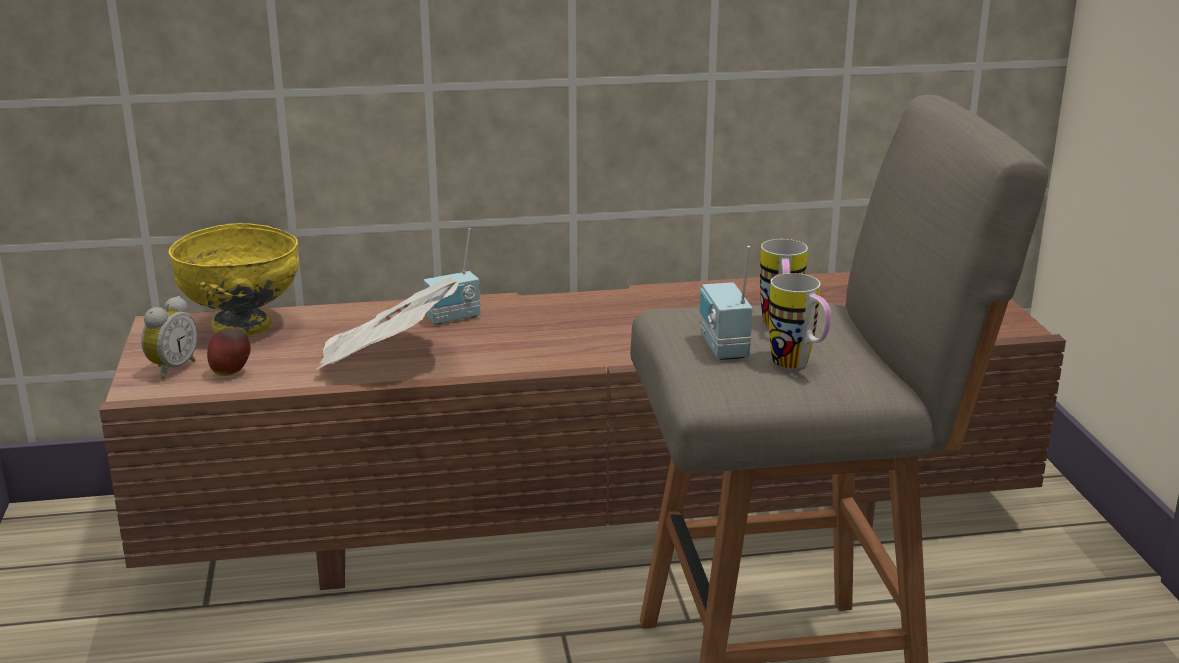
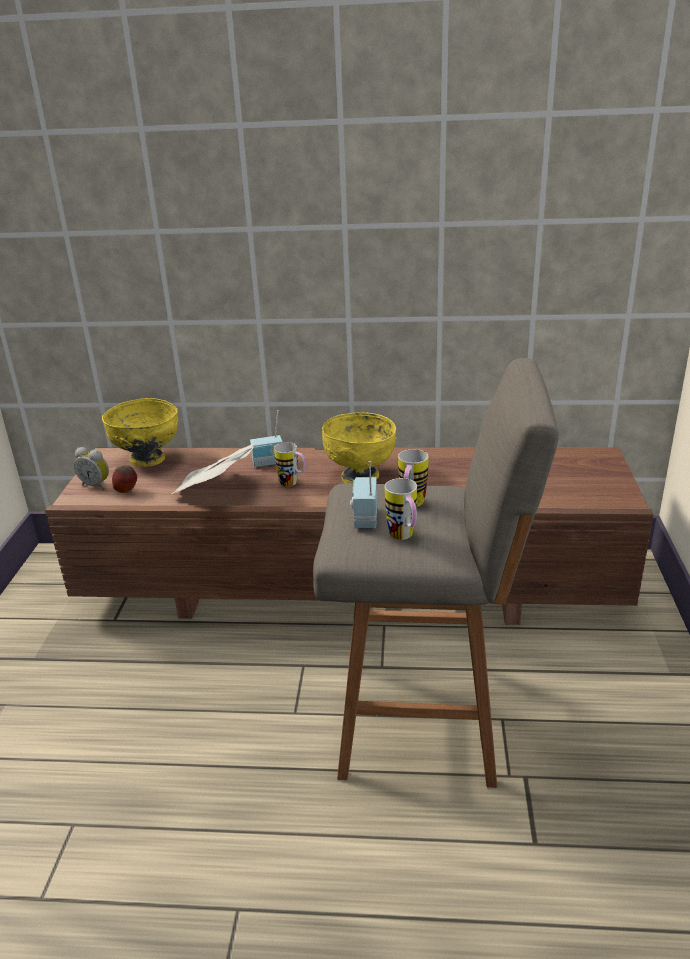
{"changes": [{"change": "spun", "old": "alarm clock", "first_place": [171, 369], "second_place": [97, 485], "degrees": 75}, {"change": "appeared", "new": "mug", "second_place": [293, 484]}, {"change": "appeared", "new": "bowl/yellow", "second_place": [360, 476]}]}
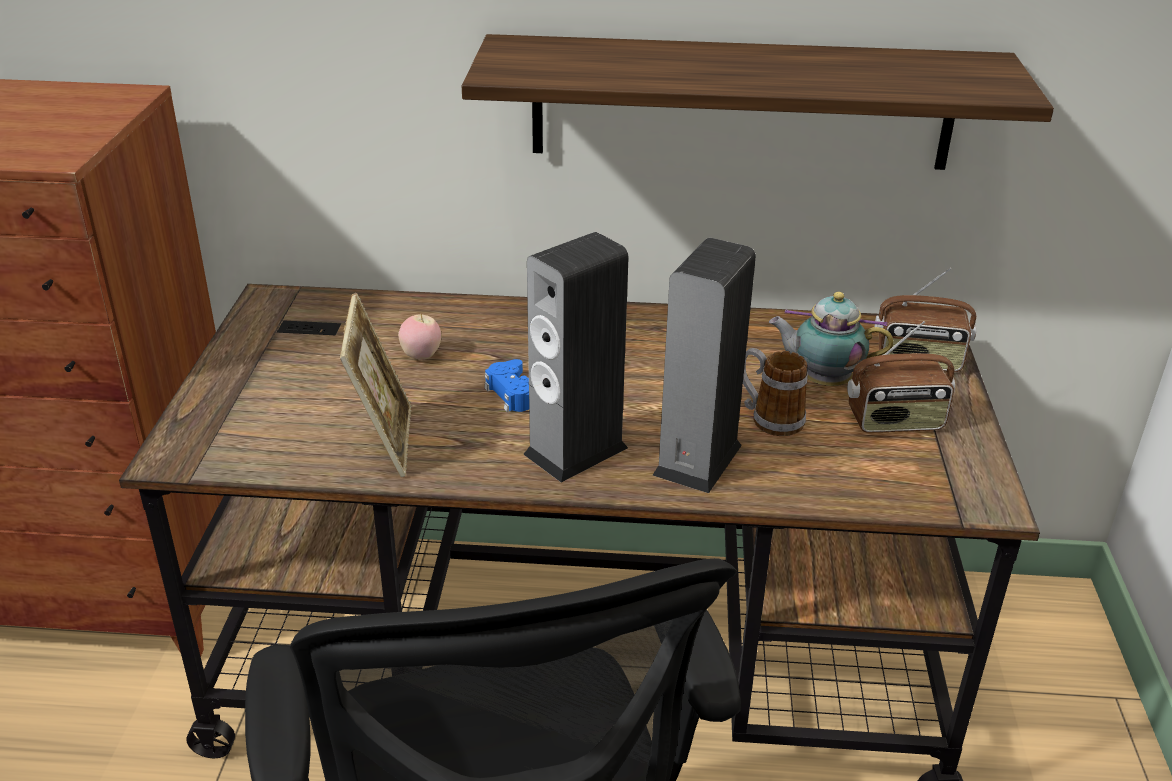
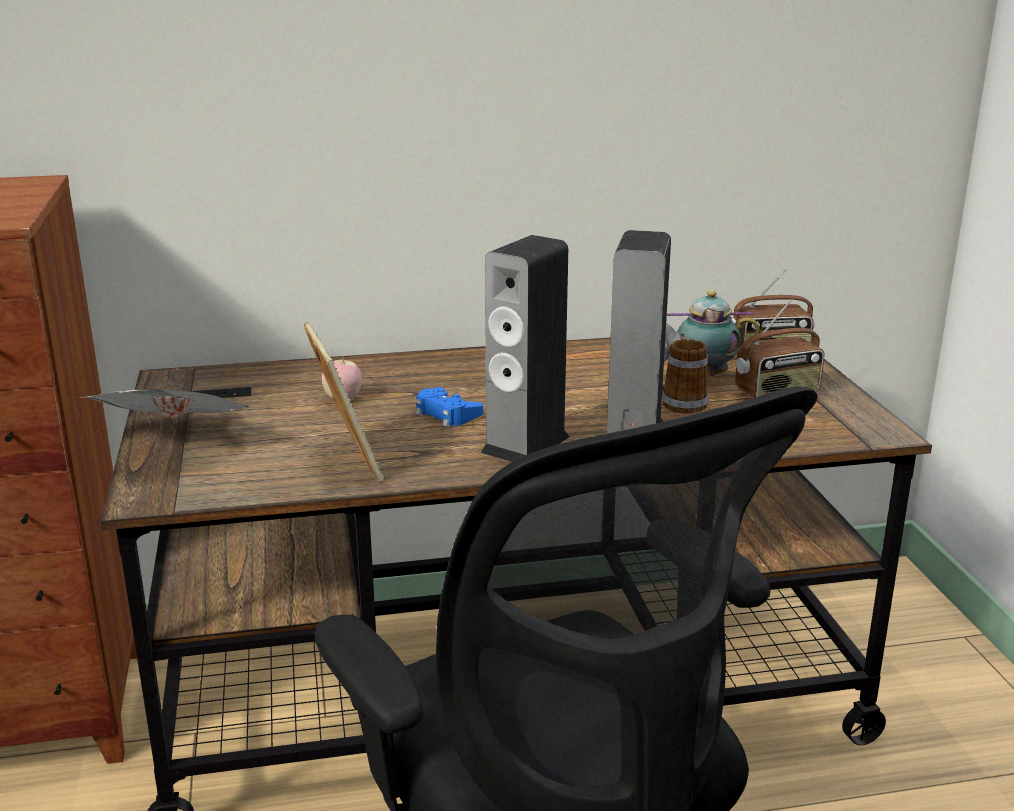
{"changes": [{"change": "appeared", "new": "newspaper", "second_place": [178, 443]}, {"change": "missing", "old": "shelf", "first_place": [741, 103]}]}
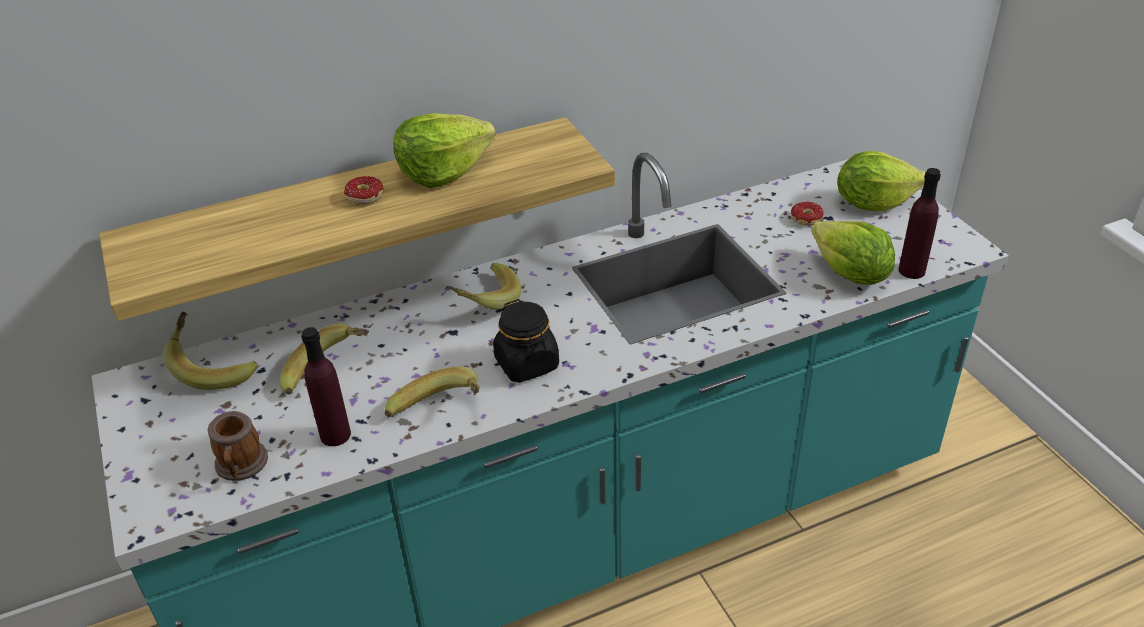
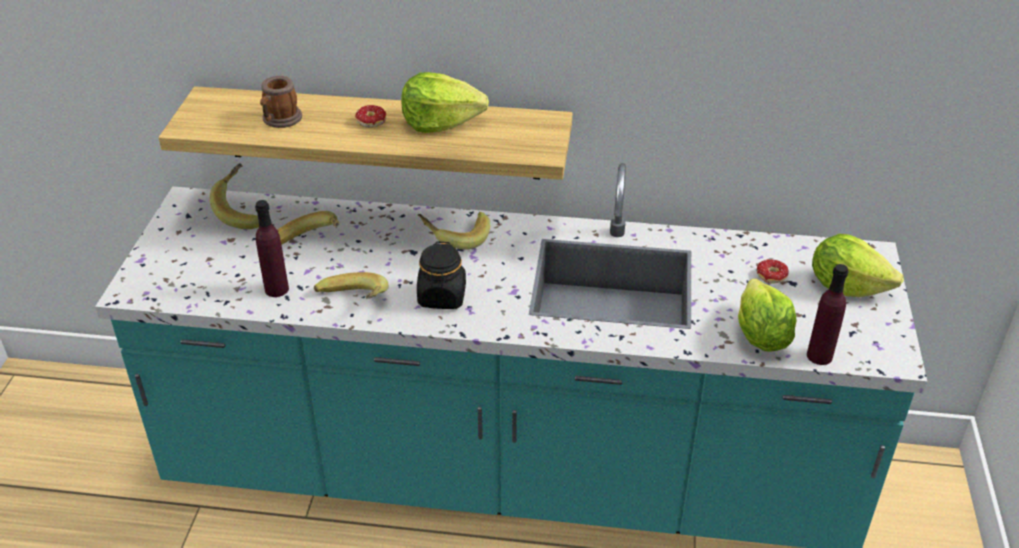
{"changes": [{"change": "relocated", "old": "mug", "first_place": [241, 467], "second_place": [280, 120]}]}
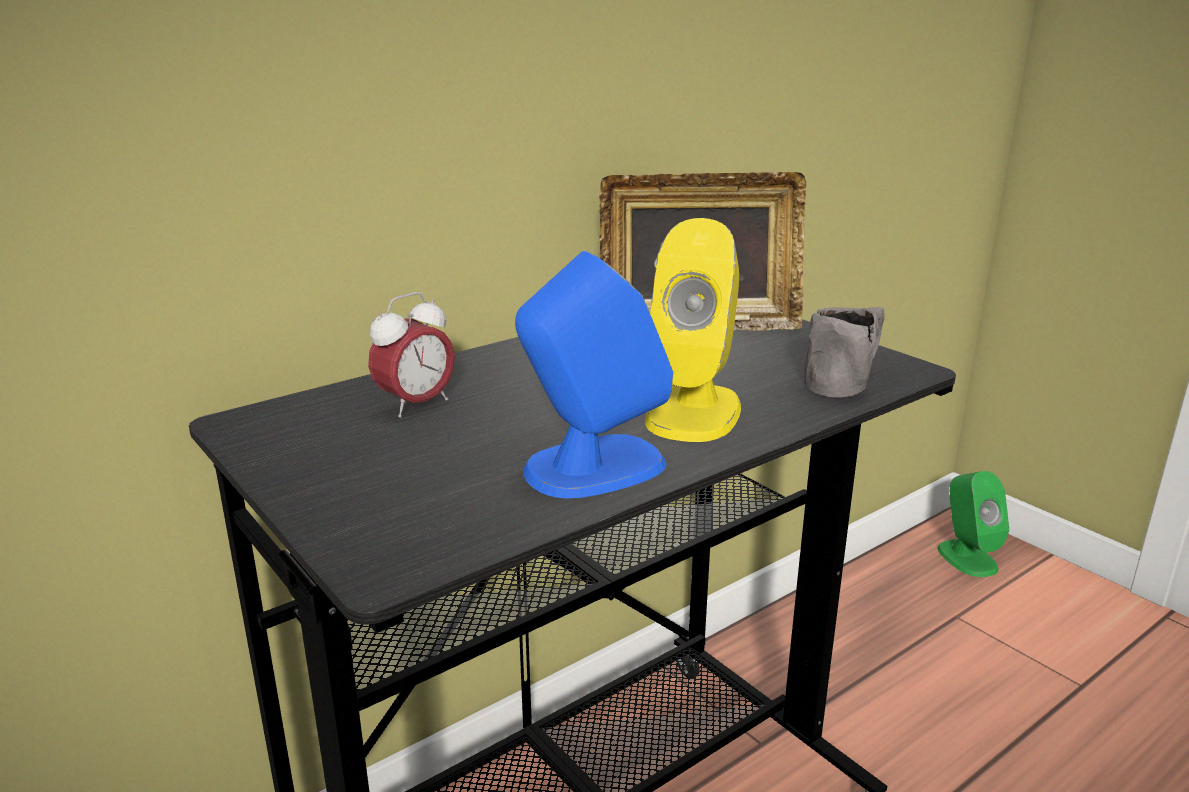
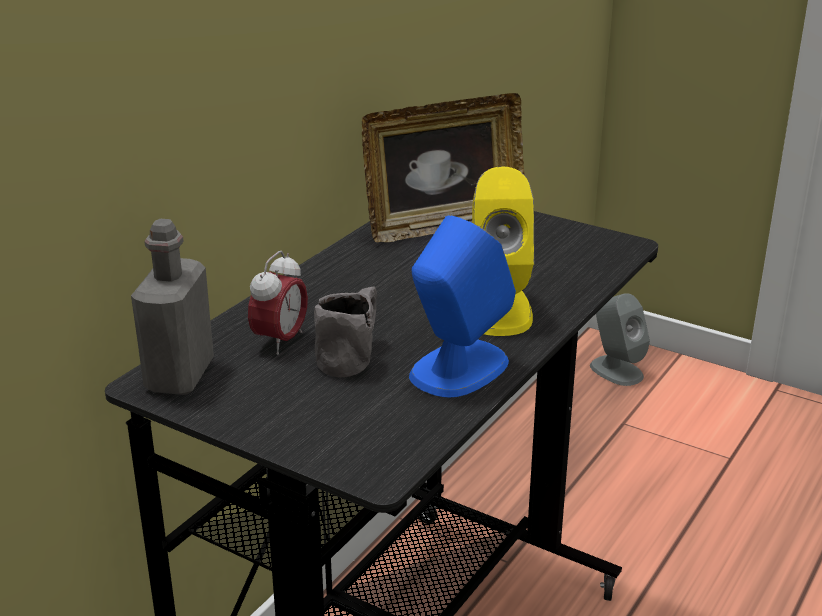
{"changes": [{"change": "appeared", "new": "bottle/grey", "second_place": [180, 375]}, {"change": "relocated", "old": "mug/grey", "first_place": [846, 381], "second_place": [352, 355]}, {"change": "colour", "old": "speaker/green", "new": "speaker/grey", "first_place": [966, 557], "second_place": [615, 370]}]}
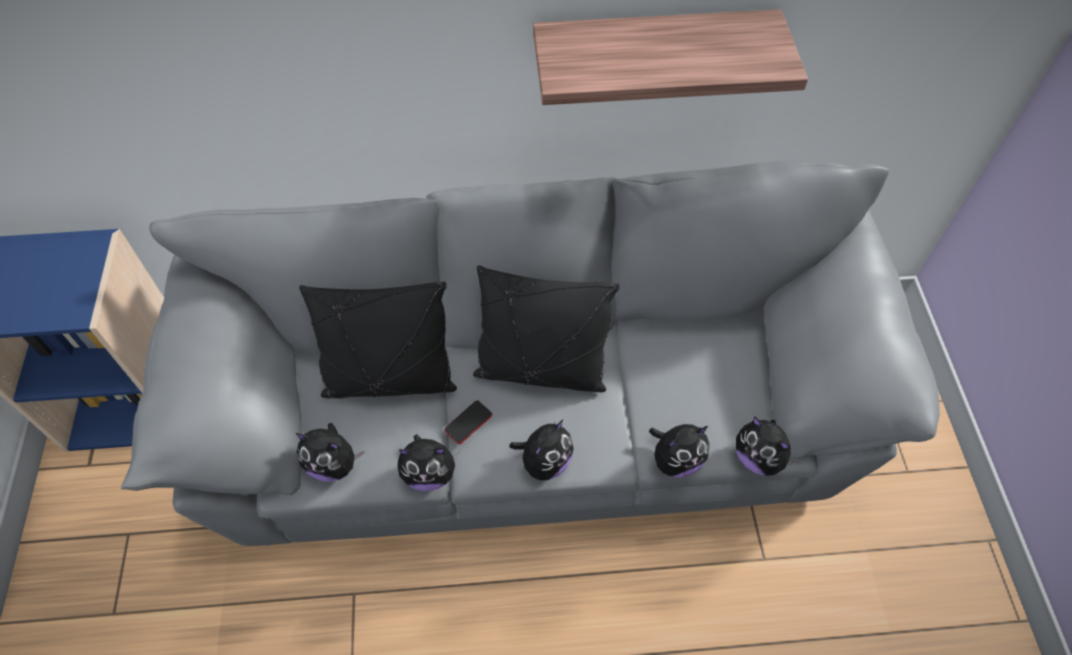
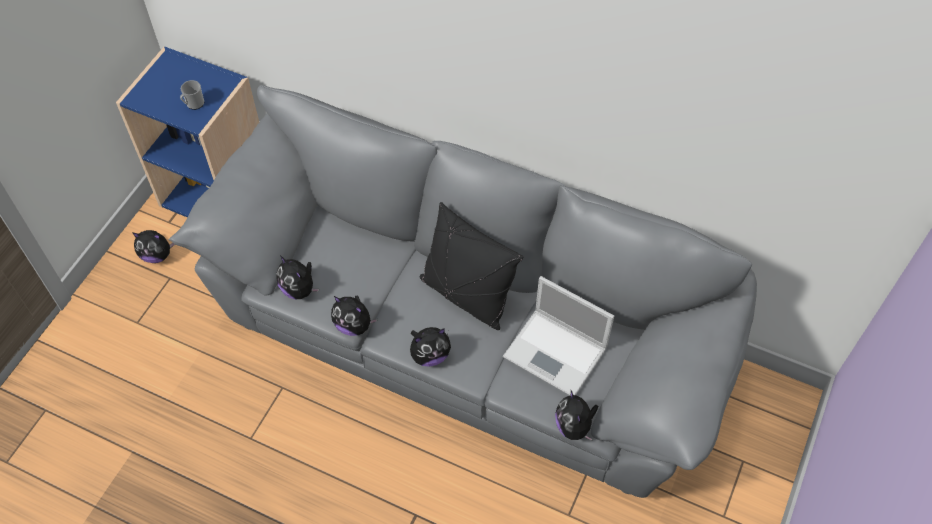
{"changes": [{"change": "relocated", "old": "plush toy", "first_place": [675, 460], "second_place": [157, 255]}, {"change": "appeared", "new": "mug", "second_place": [193, 104]}, {"change": "appeared", "new": "laptop", "second_place": [556, 353]}, {"change": "missing", "old": "pillow/black", "first_place": [390, 379]}, {"change": "missing", "old": "phone", "first_place": [468, 422]}, {"change": "missing", "old": "shelf", "first_place": [653, 51]}]}
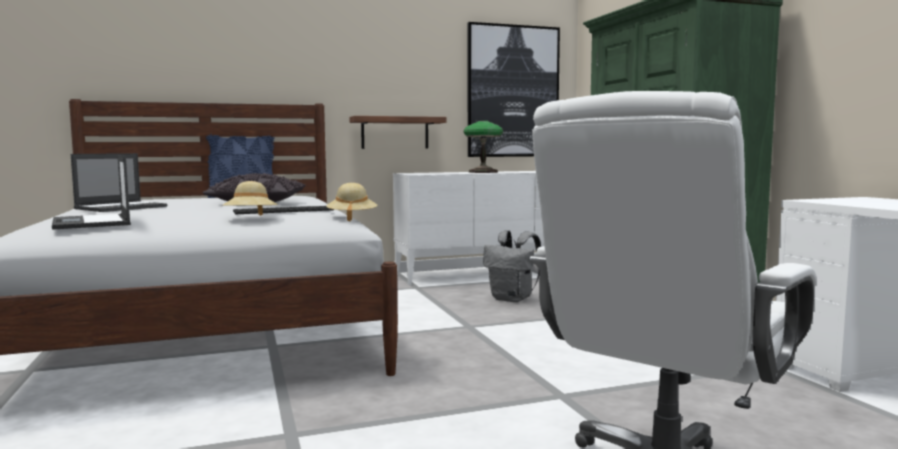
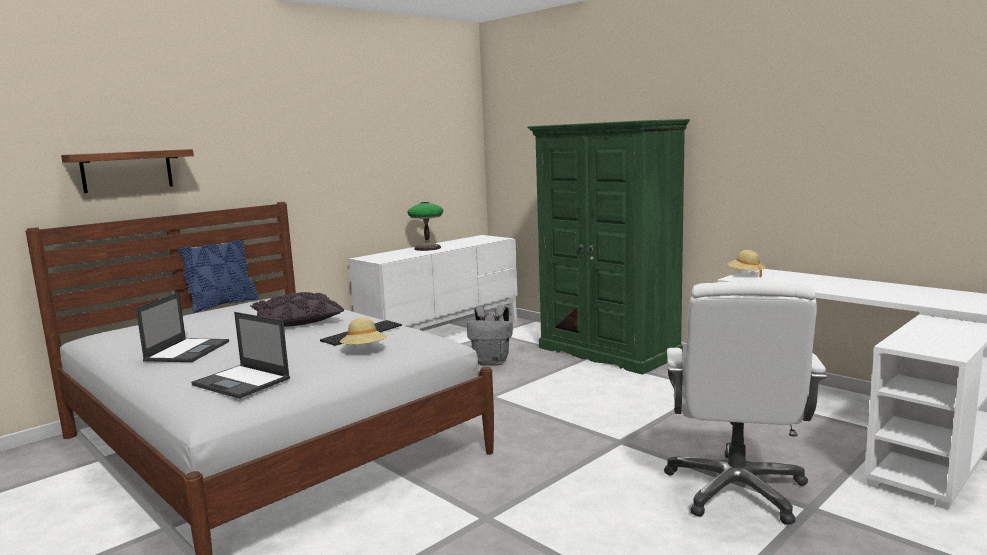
{"changes": [{"change": "relocated", "old": "shelf", "first_place": [395, 133], "second_place": [127, 171]}, {"change": "relocated", "old": "hat/beige", "first_place": [352, 218], "second_place": [745, 274]}, {"change": "missing", "old": "picture", "first_place": [513, 91]}]}
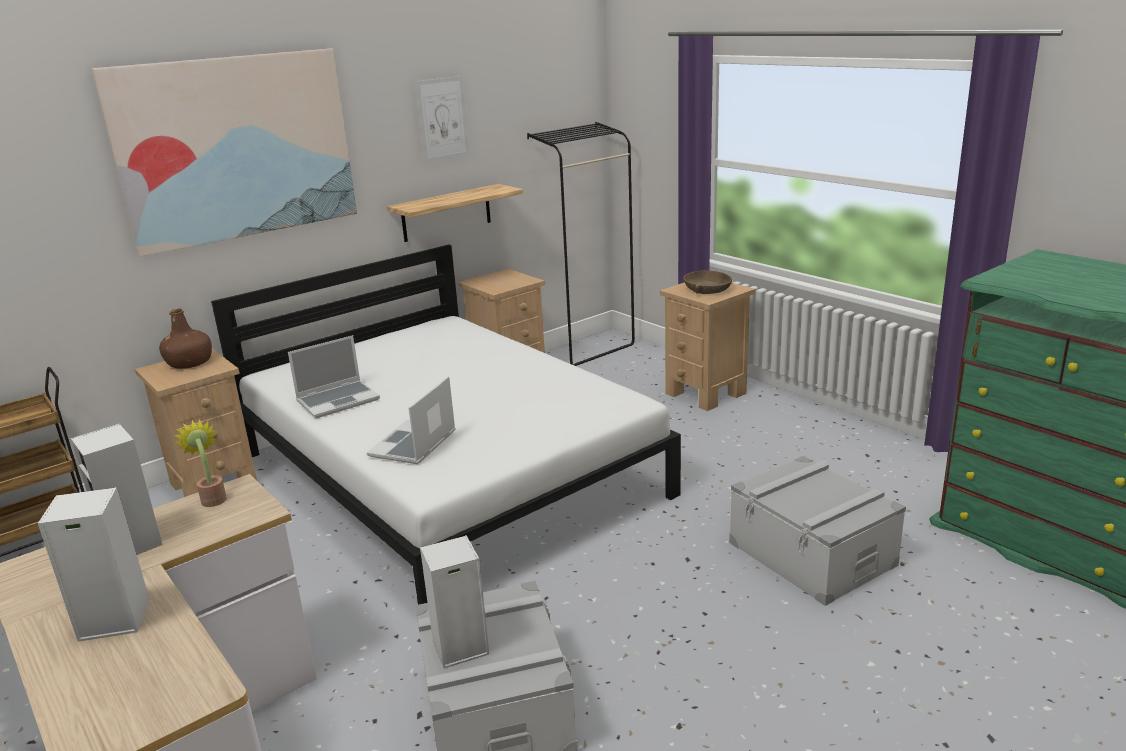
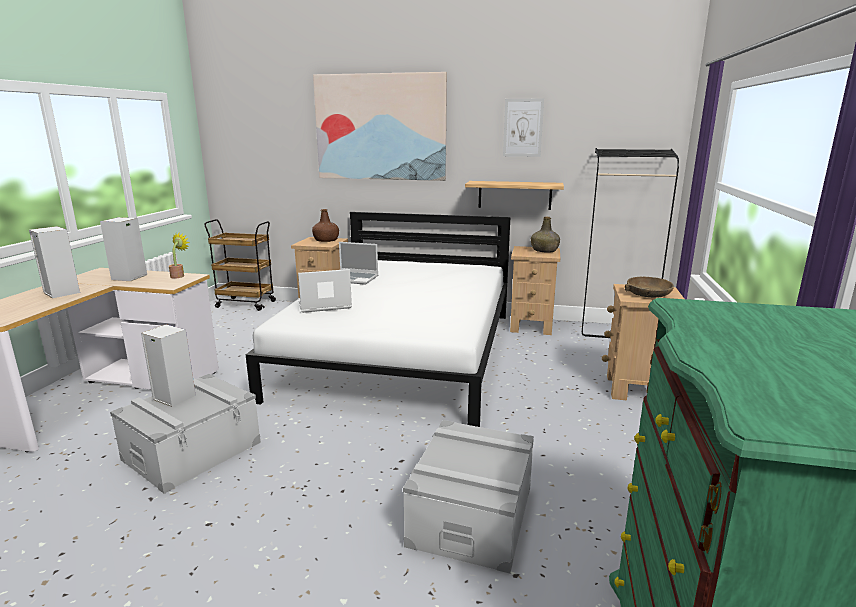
{"changes": [{"change": "appeared", "new": "bottle/green", "second_place": [545, 250]}]}
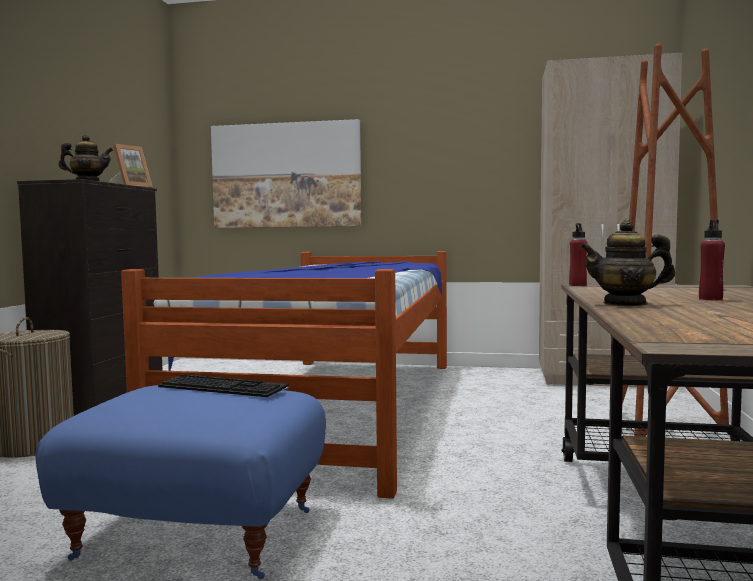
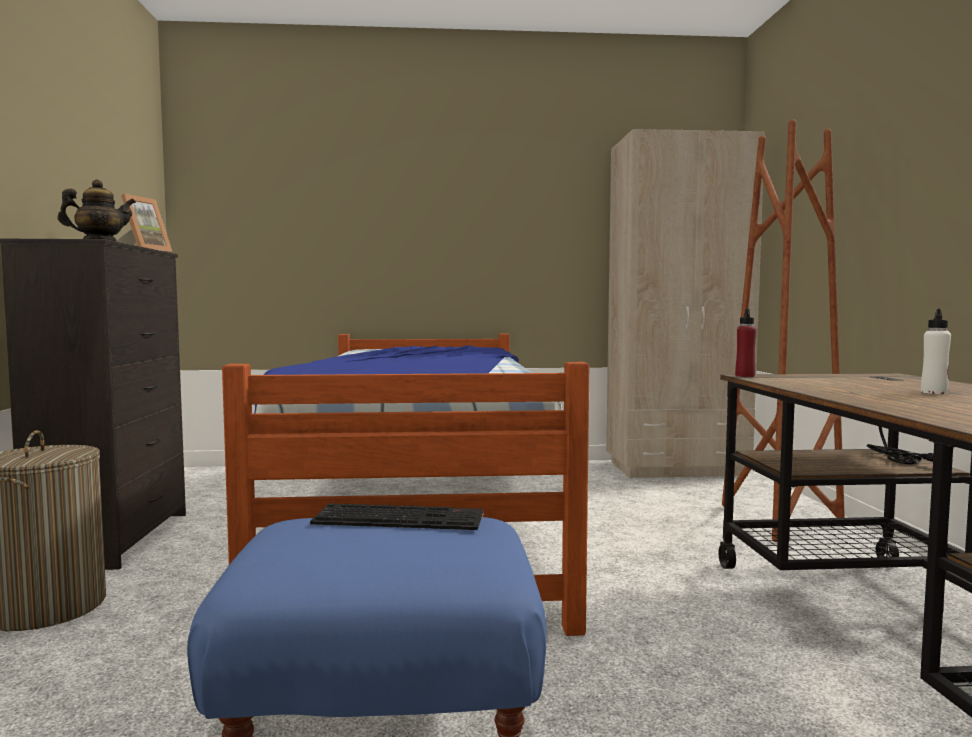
{"changes": [{"change": "colour", "old": "bottle/red", "new": "bottle/white", "first_place": [710, 299], "second_place": [934, 392]}, {"change": "missing", "old": "picture", "first_place": [286, 175]}, {"change": "missing", "old": "teapot", "first_place": [625, 304]}]}
